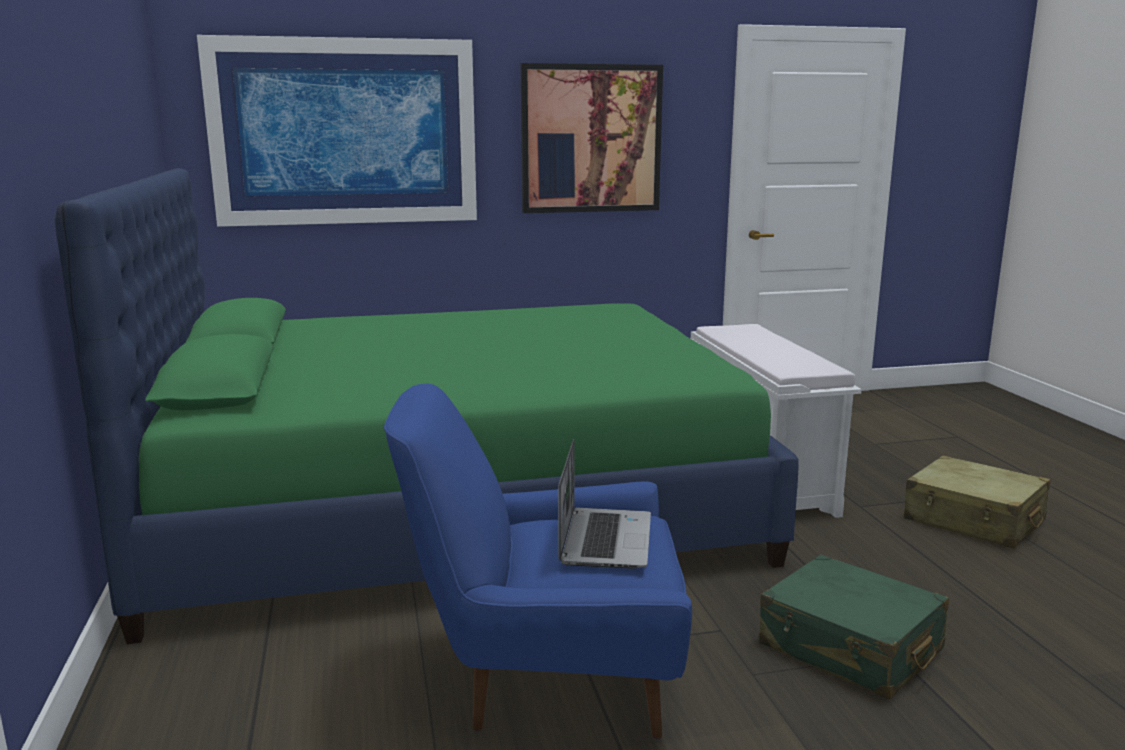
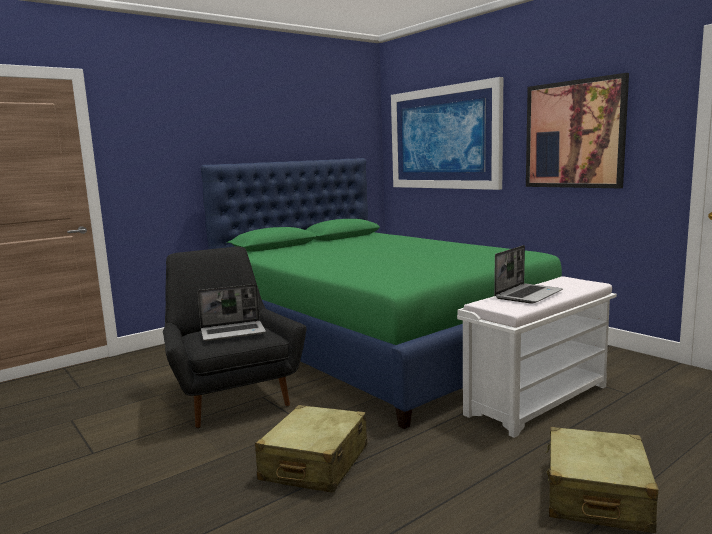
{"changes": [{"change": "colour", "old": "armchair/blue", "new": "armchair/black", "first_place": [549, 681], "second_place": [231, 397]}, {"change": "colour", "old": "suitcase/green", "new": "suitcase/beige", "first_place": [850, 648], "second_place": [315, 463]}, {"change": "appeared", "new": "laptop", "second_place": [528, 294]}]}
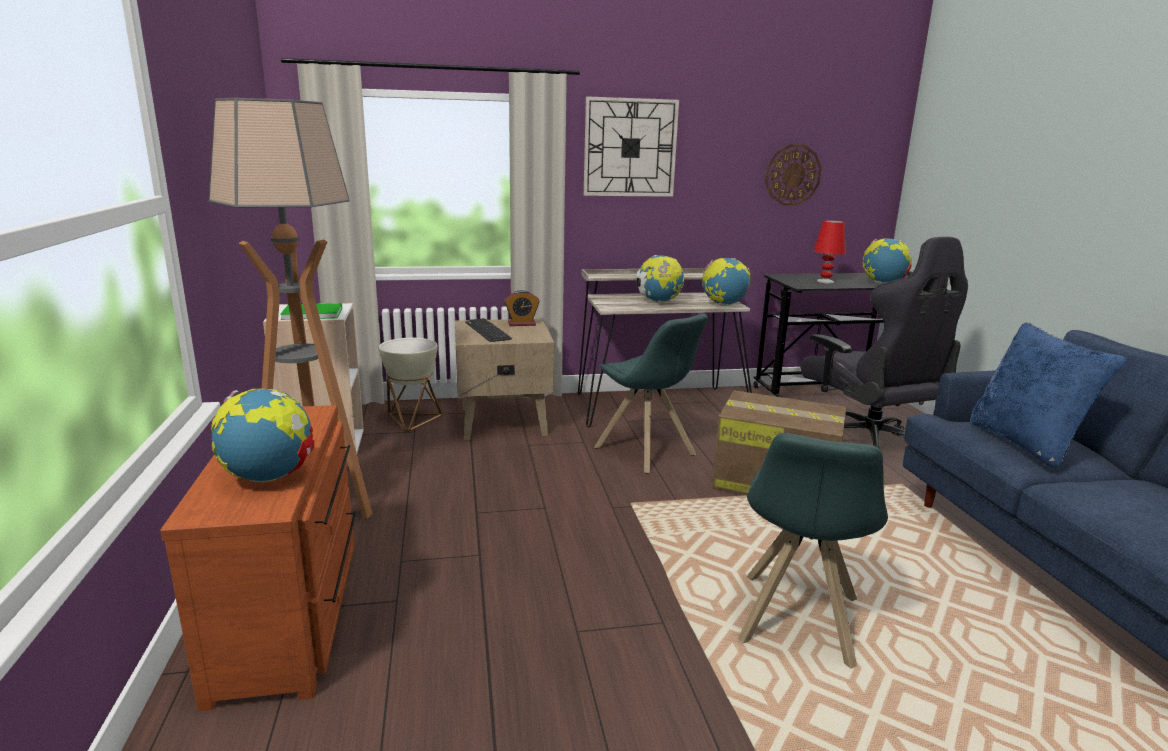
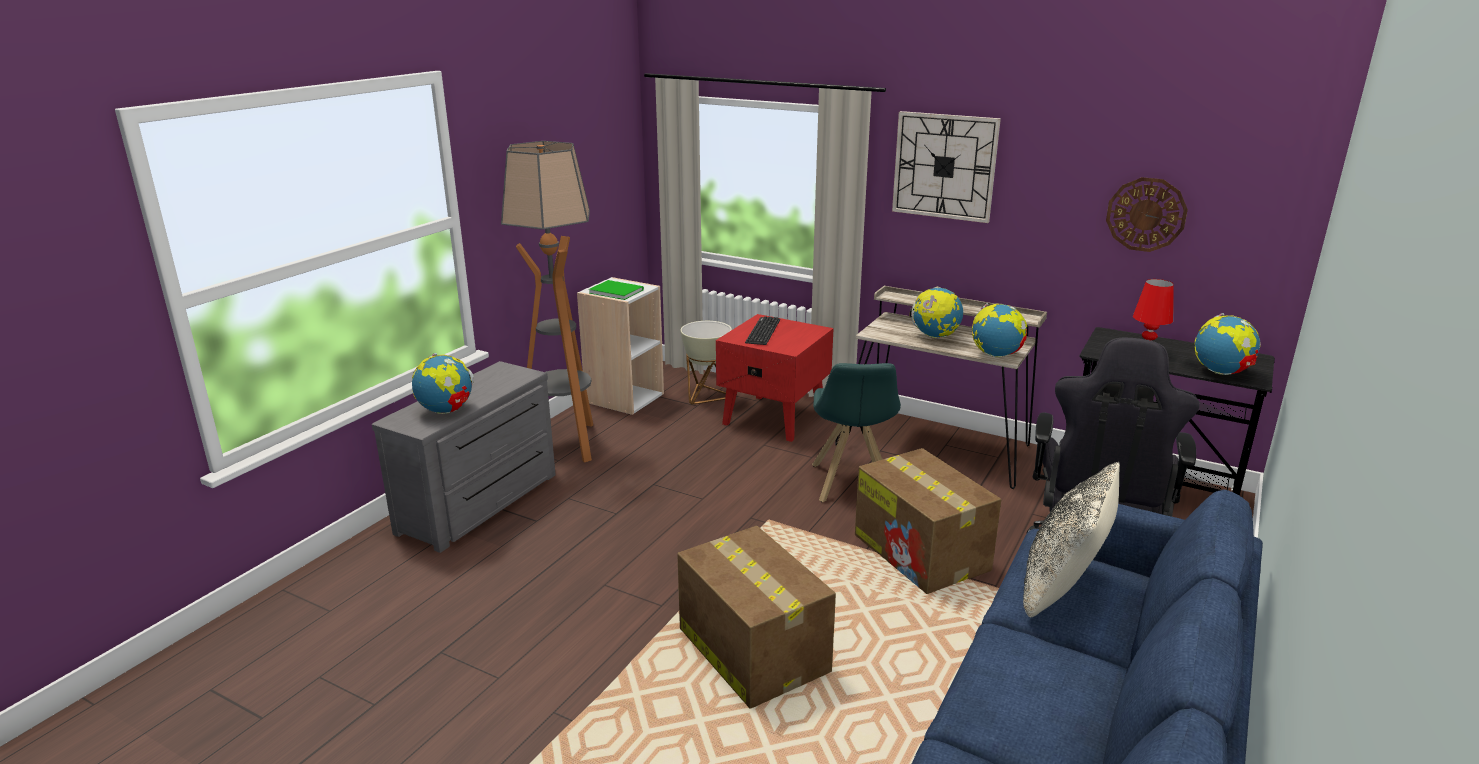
{"changes": [{"change": "colour", "old": "dresser/brown", "new": "dresser/grey", "first_place": [293, 612], "second_place": [482, 504]}, {"change": "exchanged", "old": "chair/turquoise", "new": "cardboard box", "first_place": [797, 620], "second_place": [752, 649]}, {"change": "colour", "old": "nightstand/beige", "new": "nightstand/red", "first_place": [504, 421], "second_place": [775, 418]}, {"change": "colour", "old": "pillow/blue", "new": "pillow/beige", "first_place": [1024, 446], "second_place": [1061, 593]}, {"change": "missing", "old": "alarm clock", "first_place": [522, 324]}]}
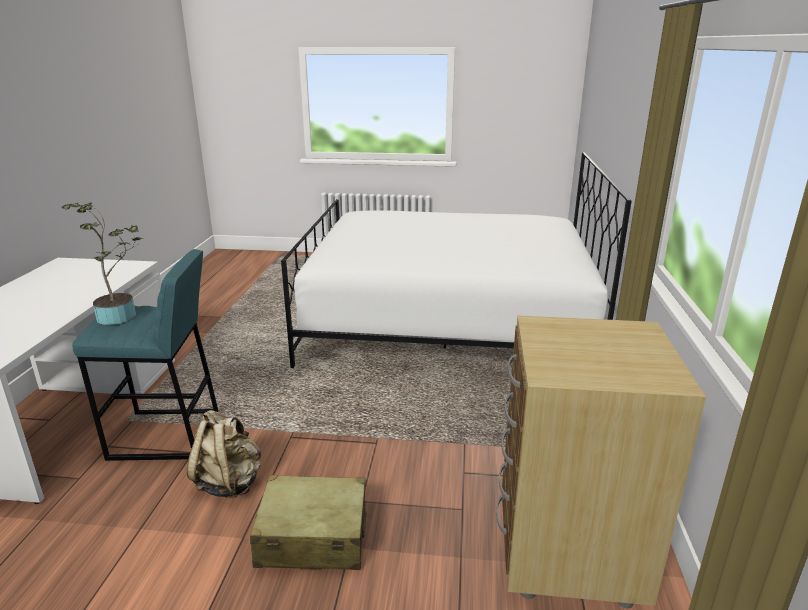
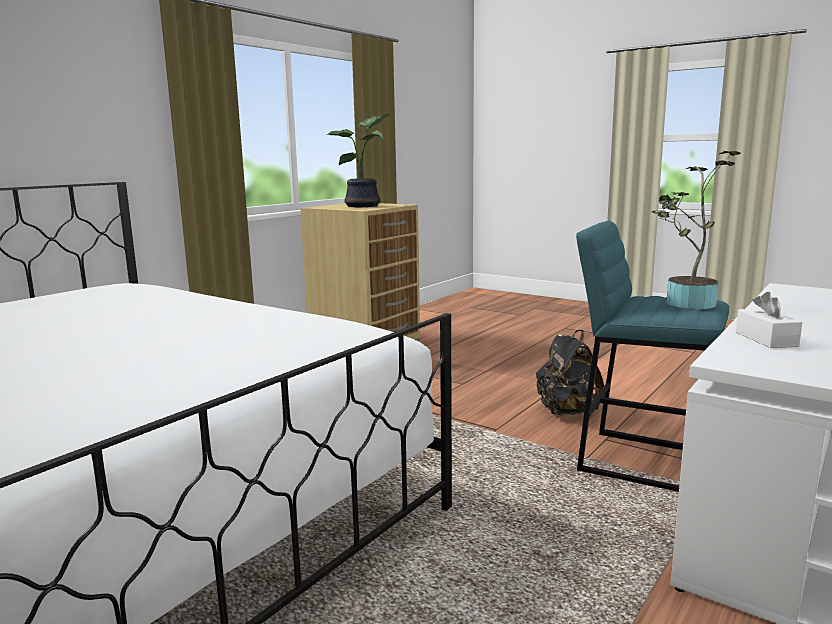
{"changes": [{"change": "appeared", "new": "potted plant", "second_place": [365, 206]}, {"change": "colour", "old": "backpack/beige", "new": "backpack/black", "first_place": [229, 482], "second_place": [566, 412]}, {"change": "appeared", "new": "tissue box/white", "second_place": [766, 339]}, {"change": "missing", "old": "suitcase/beige", "first_place": [312, 537]}]}
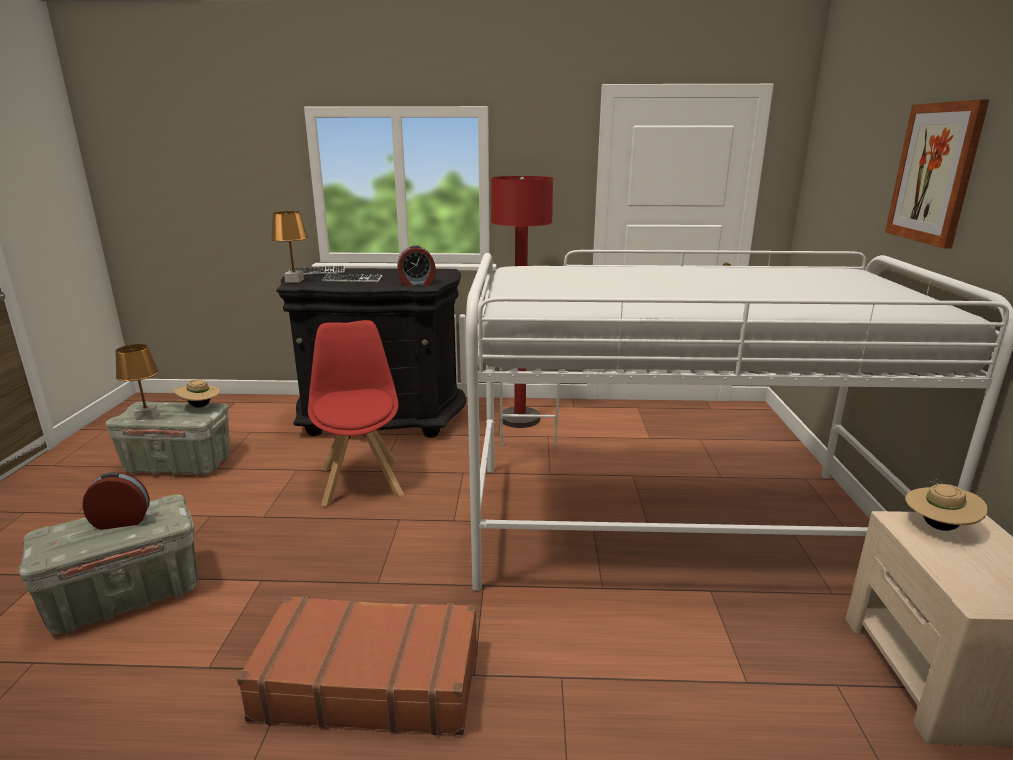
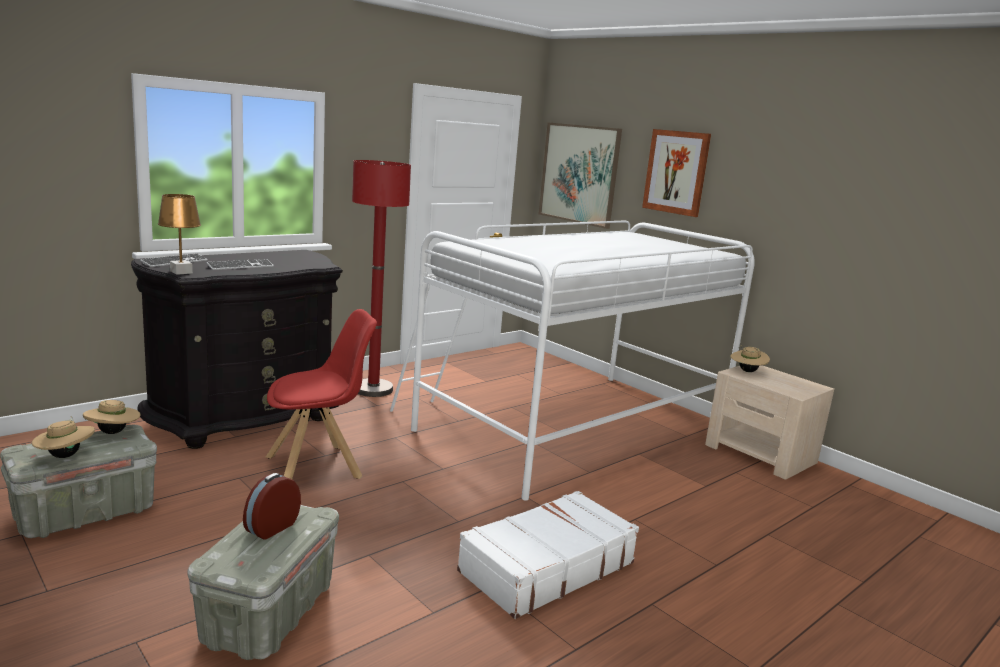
{"changes": [{"change": "exchanged", "old": "table lamp/brown", "new": "hat/beige", "first_place": [147, 416], "second_place": [65, 455]}, {"change": "spun", "old": "chair/red", "first_place": [361, 479], "second_place": [318, 466], "degrees": 120}, {"change": "colour", "old": "suitcase/brown", "new": "suitcase/white", "first_place": [369, 680], "second_place": [546, 567]}, {"change": "appeared", "new": "picture", "second_place": [579, 174]}, {"change": "missing", "old": "alarm clock", "first_place": [417, 284]}]}
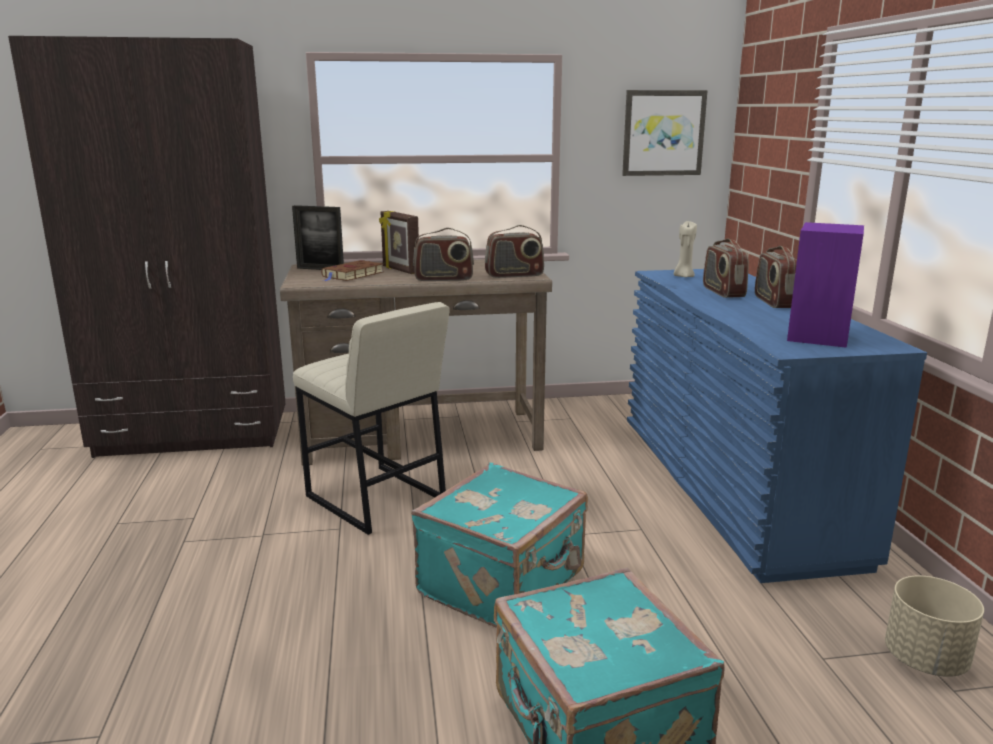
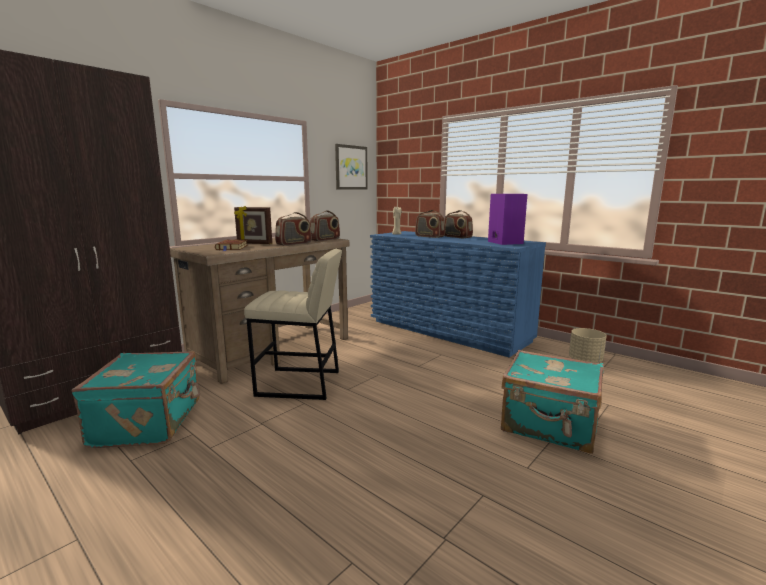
{"changes": [{"change": "relocated", "old": "suitcase/turquoise", "first_place": [504, 583], "second_place": [150, 422]}, {"change": "missing", "old": "picture frame", "first_place": [320, 269]}]}
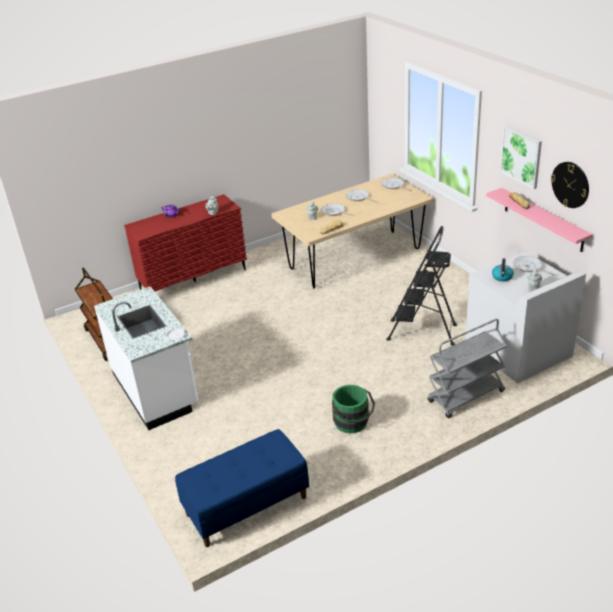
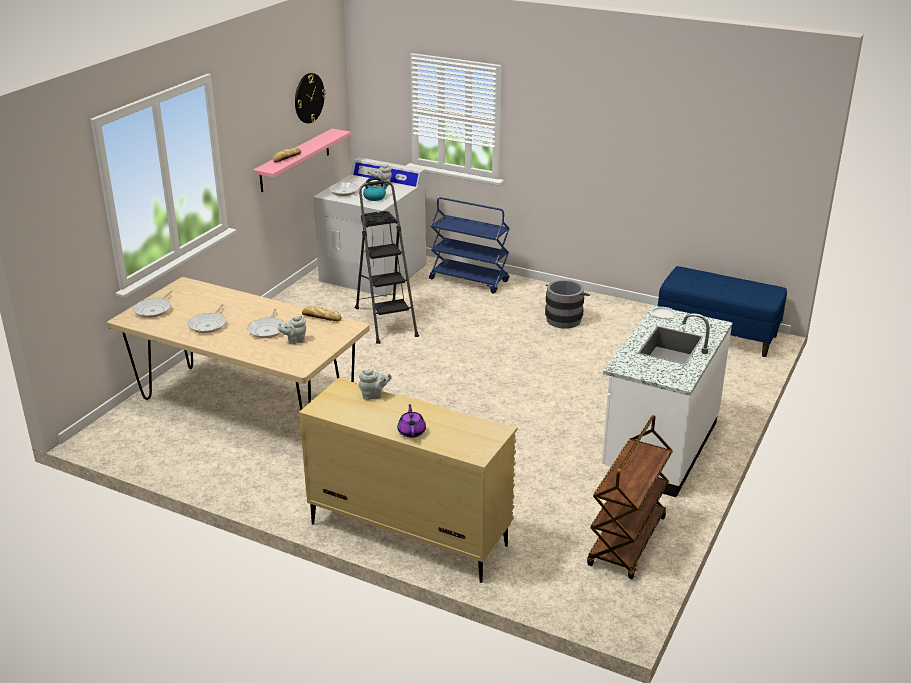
{"changes": [{"change": "colour", "old": "dresser/red", "new": "dresser/beige", "first_place": [194, 280], "second_place": [409, 533]}, {"change": "colour", "old": "cart/grey", "new": "cart/blue", "first_place": [465, 397], "second_place": [469, 280]}, {"change": "colour", "old": "bucket/green", "new": "bucket/grey", "first_place": [353, 424], "second_place": [565, 318]}, {"change": "missing", "old": "picture", "first_place": [521, 156]}]}
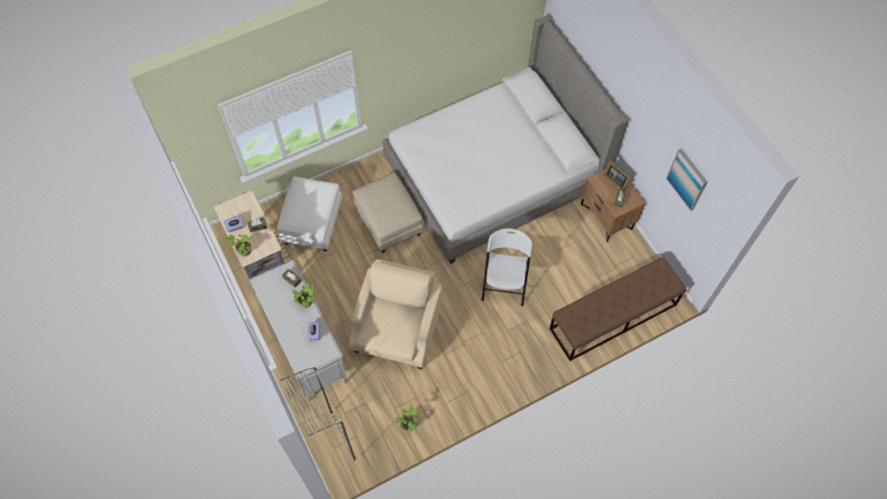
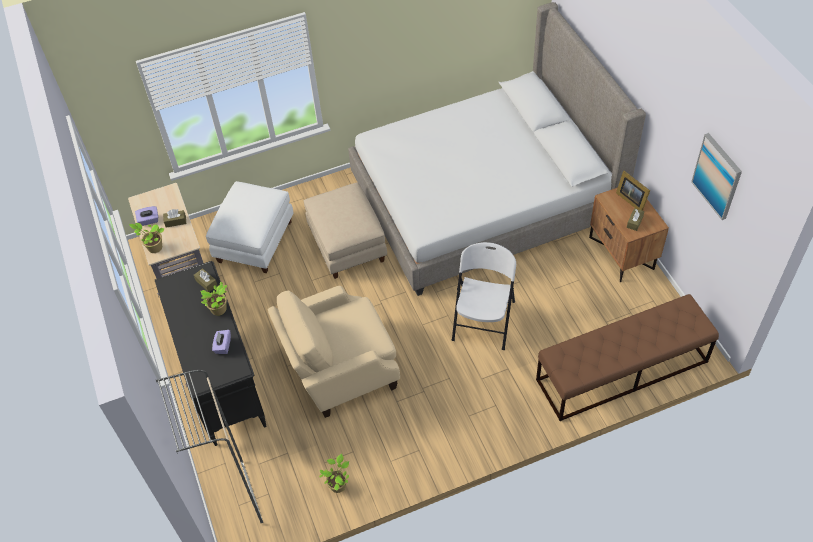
{"changes": [{"change": "colour", "old": "dresser/white", "new": "dresser/black", "first_place": [306, 346], "second_place": [223, 380]}, {"change": "spun", "old": "armchair/beige", "first_place": [397, 331], "second_place": [340, 369], "degrees": -135}]}
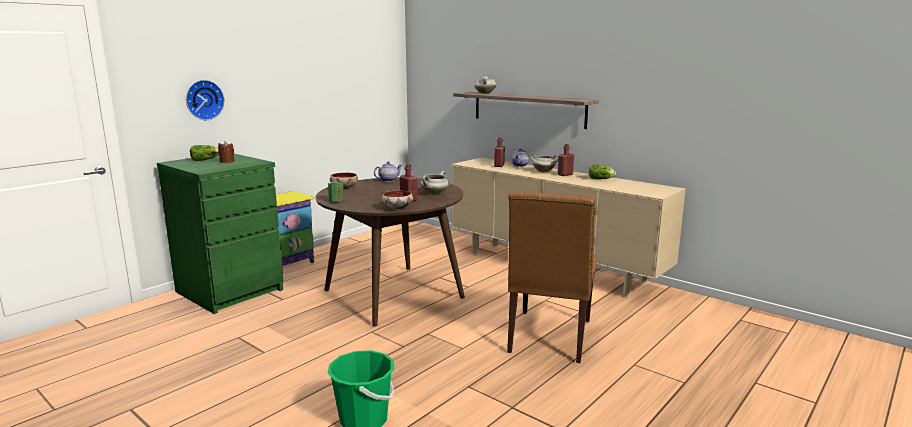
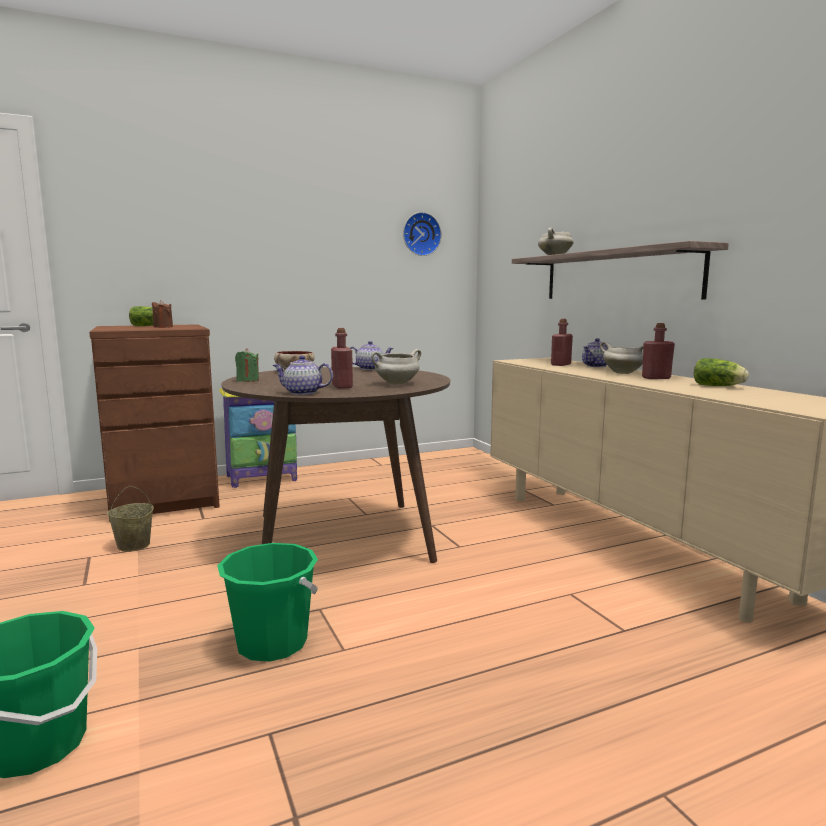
{"changes": [{"change": "colour", "old": "dresser/green", "new": "dresser/brown", "first_place": [231, 291], "second_place": [165, 498]}, {"change": "appeared", "new": "bucket/beige", "second_place": [134, 546]}, {"change": "appeared", "new": "bucket/green", "second_place": [272, 643]}, {"change": "exchanged", "old": "bowl", "new": "teapot", "first_place": [398, 208], "second_place": [302, 393]}, {"change": "relocated", "old": "wall clock", "first_place": [203, 100], "second_place": [420, 234]}, {"change": "missing", "old": "chair/brown", "first_place": [549, 335]}]}
